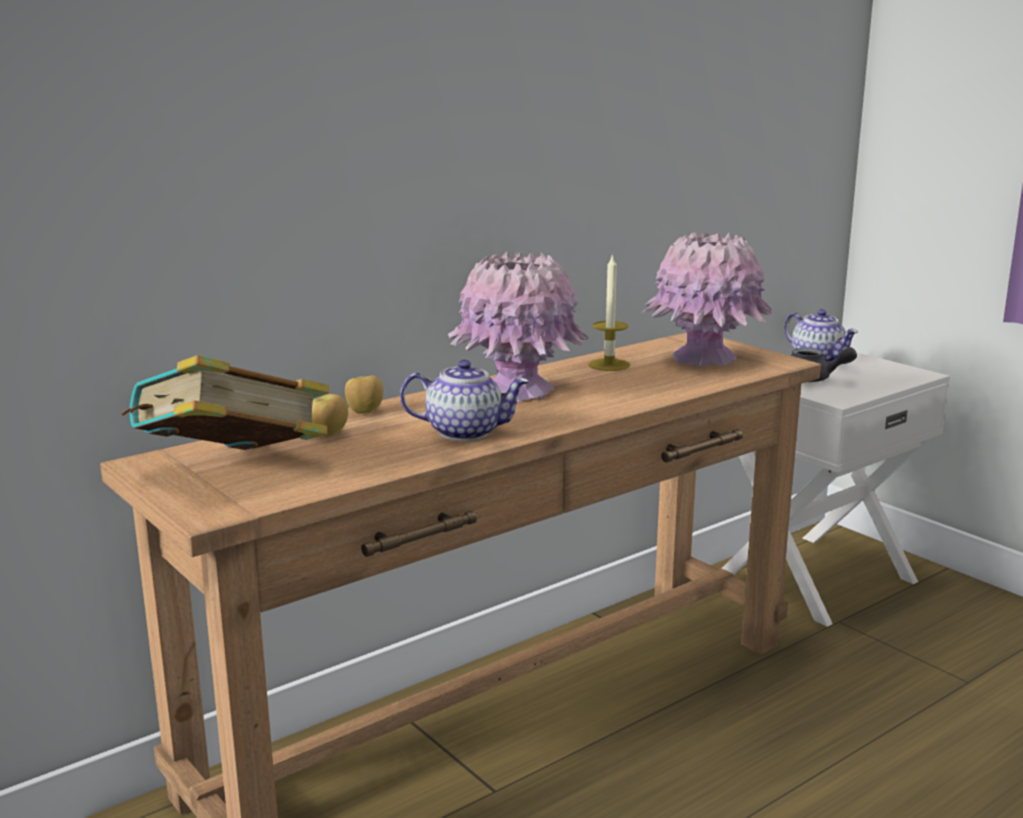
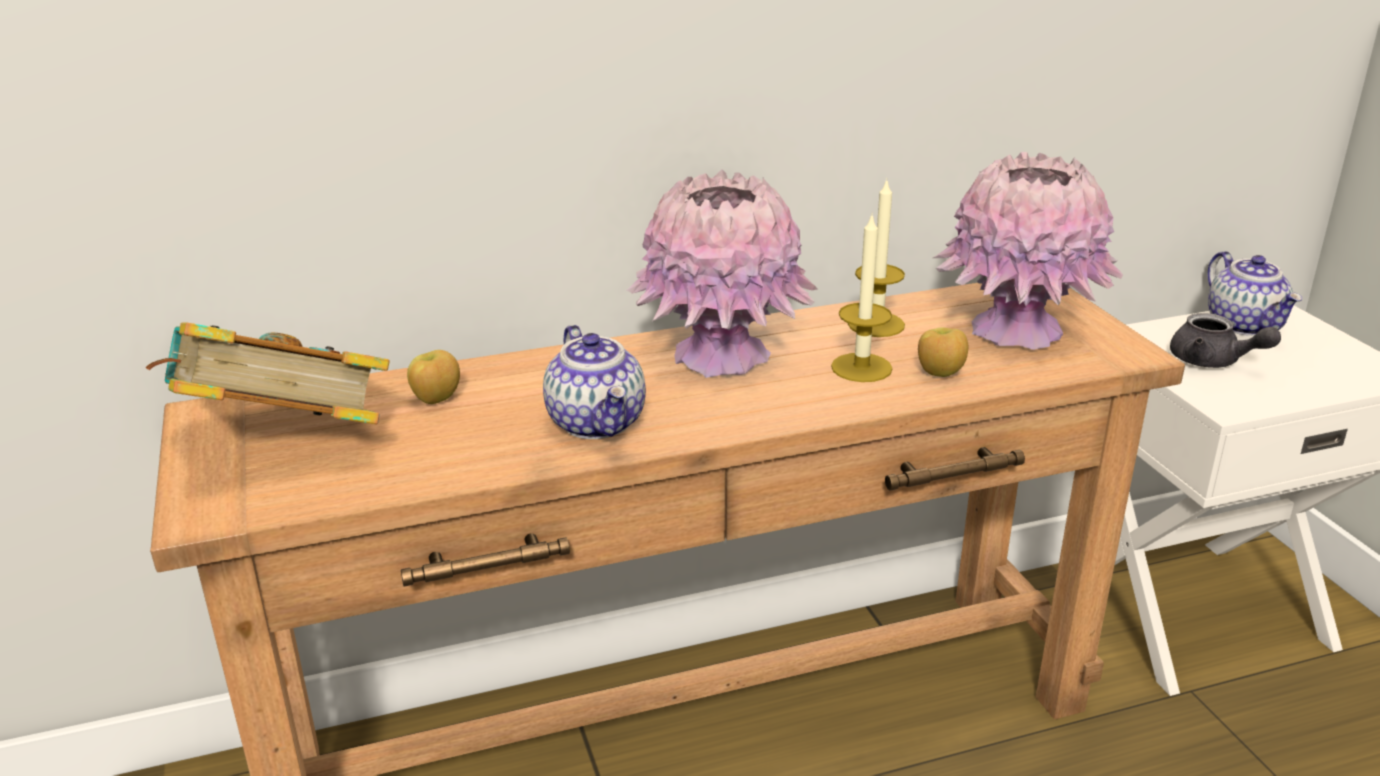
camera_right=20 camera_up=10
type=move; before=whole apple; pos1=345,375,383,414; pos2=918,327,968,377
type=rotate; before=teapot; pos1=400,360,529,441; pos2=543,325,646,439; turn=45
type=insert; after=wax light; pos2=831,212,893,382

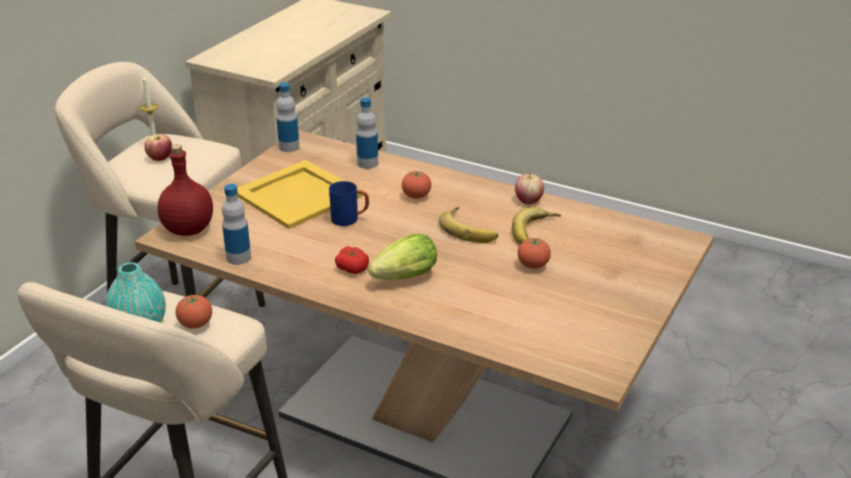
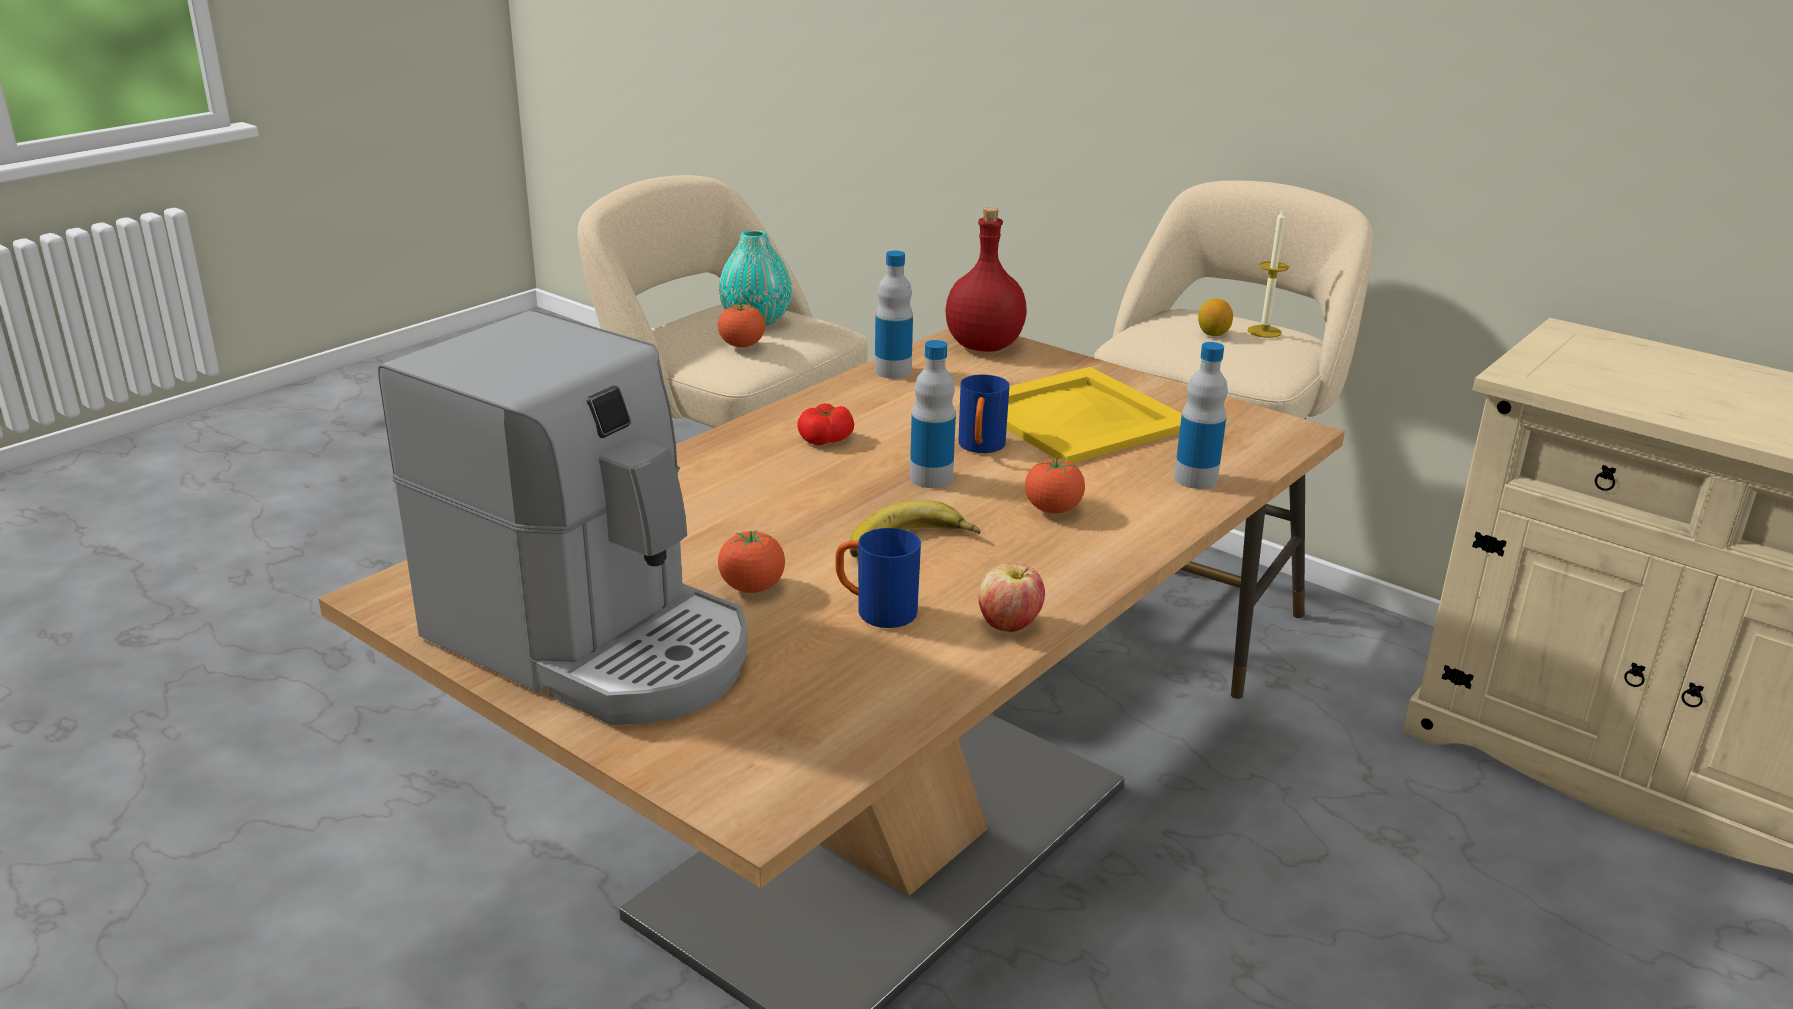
camera_right=100 camera_up=-5
type=replace; before=whole apple; after=whole lemon; pos1=144,134,172,161; pos2=1198,299,1233,336
type=move; before=drink bottle; pos1=276,82,299,152; pos2=910,340,956,488
type=delete; before=lettuce head; pos1=368,234,437,280
type=replace; before=banana; after=blue-coloured tea mug; pos1=512,207,561,245; pos2=835,528,921,628
type=insert; after=coffee machine; pos2=378,310,748,725

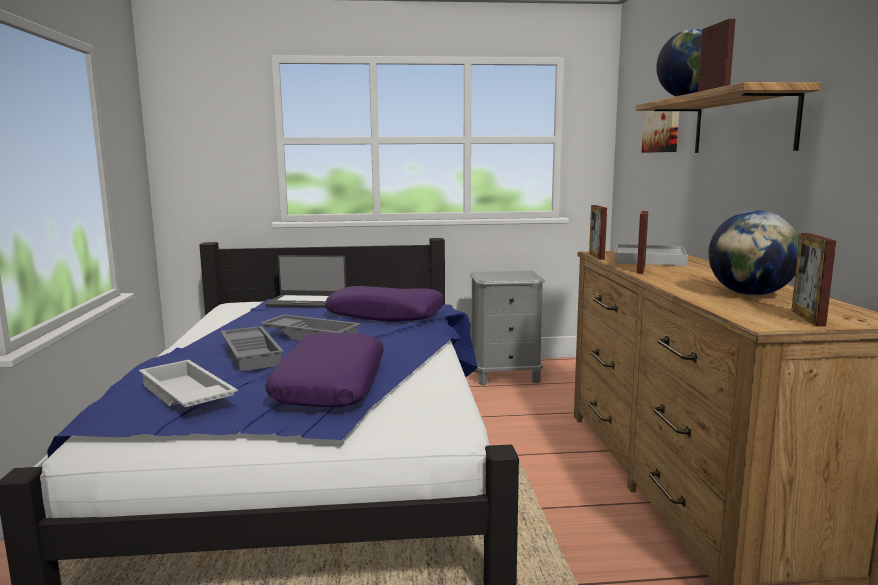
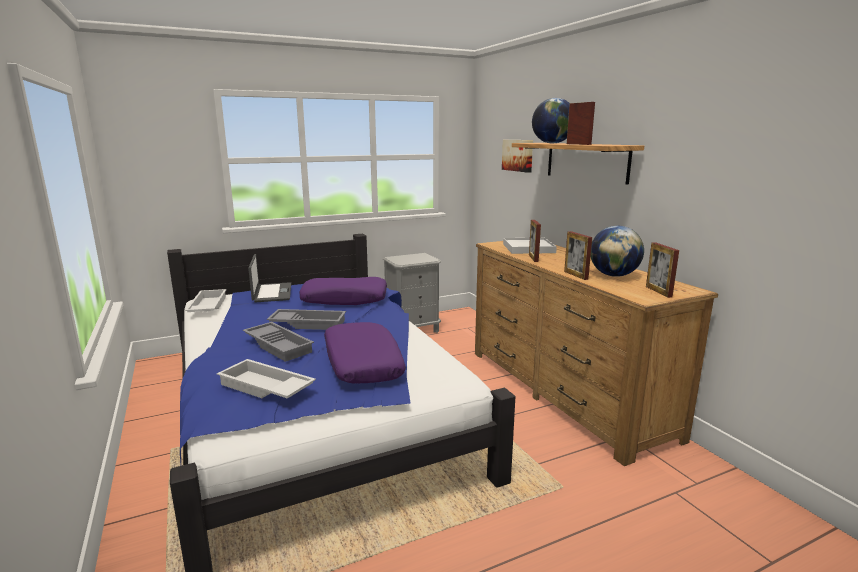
camera_right=-20 camera_up=5
type=rotate; before=laptop; pos1=265,255,346,308; pos2=248,254,291,302; turn=-90
type=move; before=standing frame; pos1=589,205,607,260; pos2=564,231,592,280
type=insert; after=white-coloured serving tray; pos2=185,289,226,312

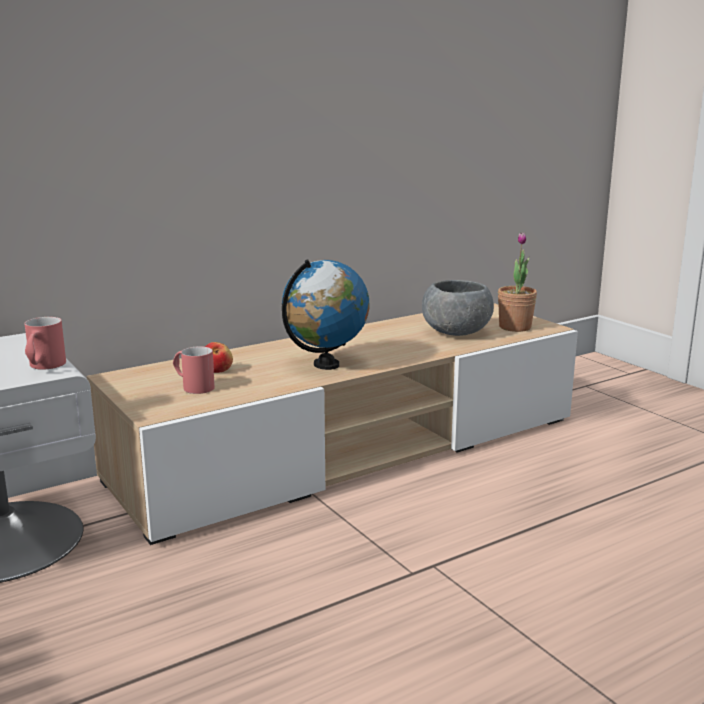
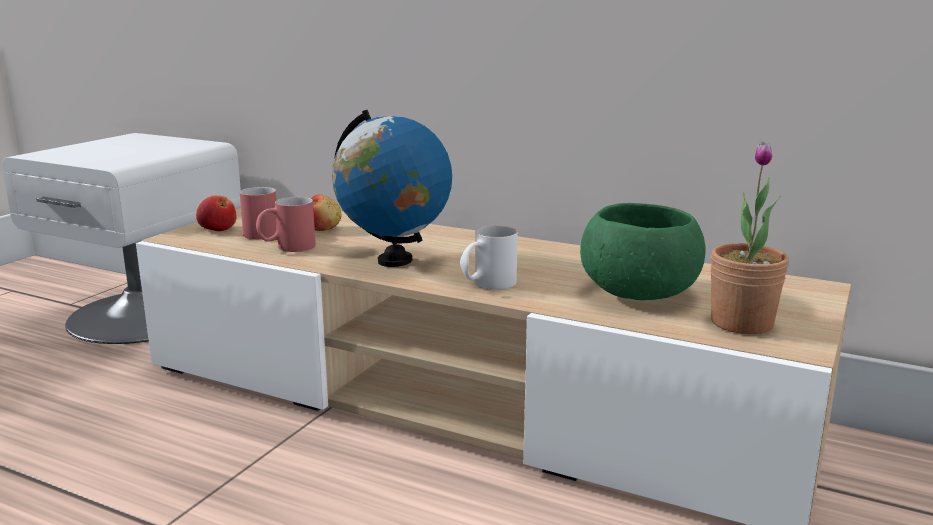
camera_right=60 camera_up=0
type=move; before=reddish tea mug; pos1=24,317,66,370; pos2=256,197,316,252
type=recolor; before=gray serving bowl; after=green-coloured serving bowl; pos1=422,280,494,336; pos2=580,203,706,300
type=insert; after=whole apple; pos2=196,195,237,231
type=insert; after=white-coloured tea mug; pos2=460,226,518,289

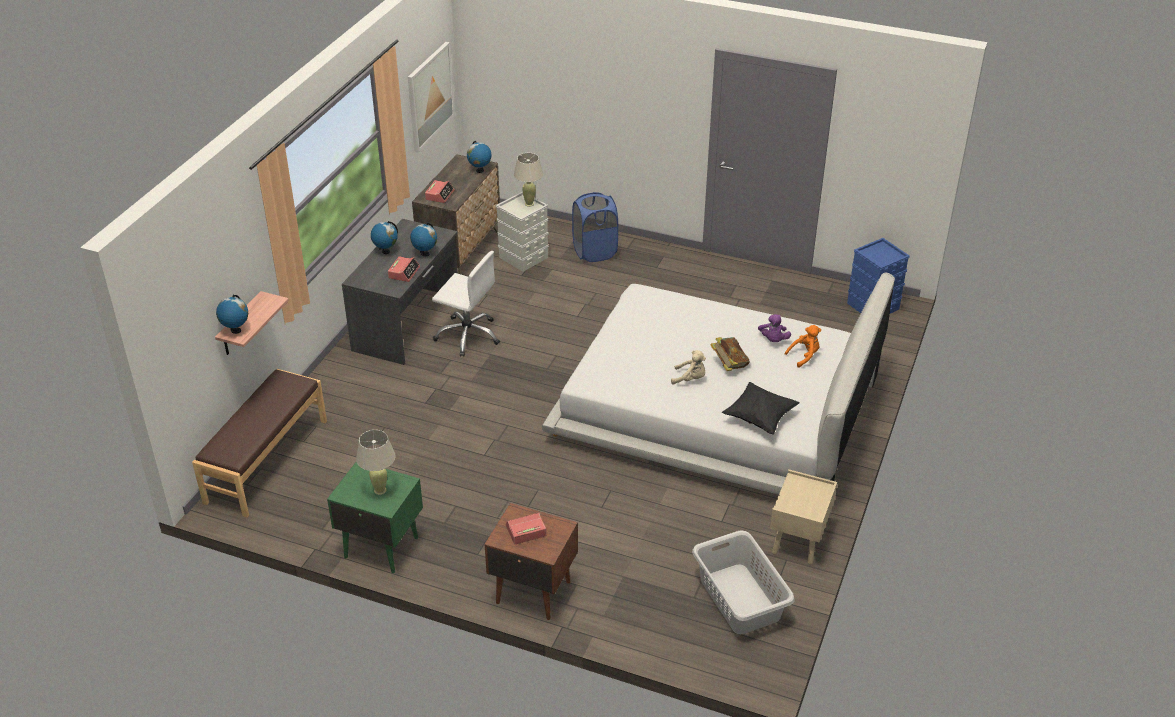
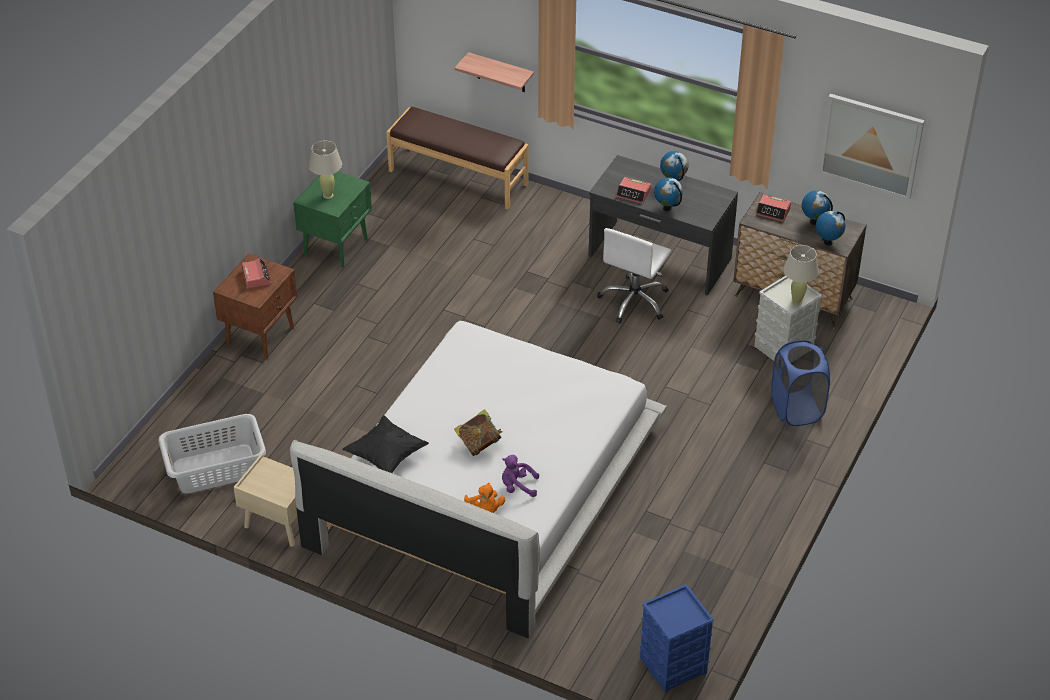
camera_right=95 camera_up=5
type=move; before=globe; pos1=216,295,248,334; pos2=802,191,833,225
type=delete; before=beige cuddly toy; pos1=671,350,706,384

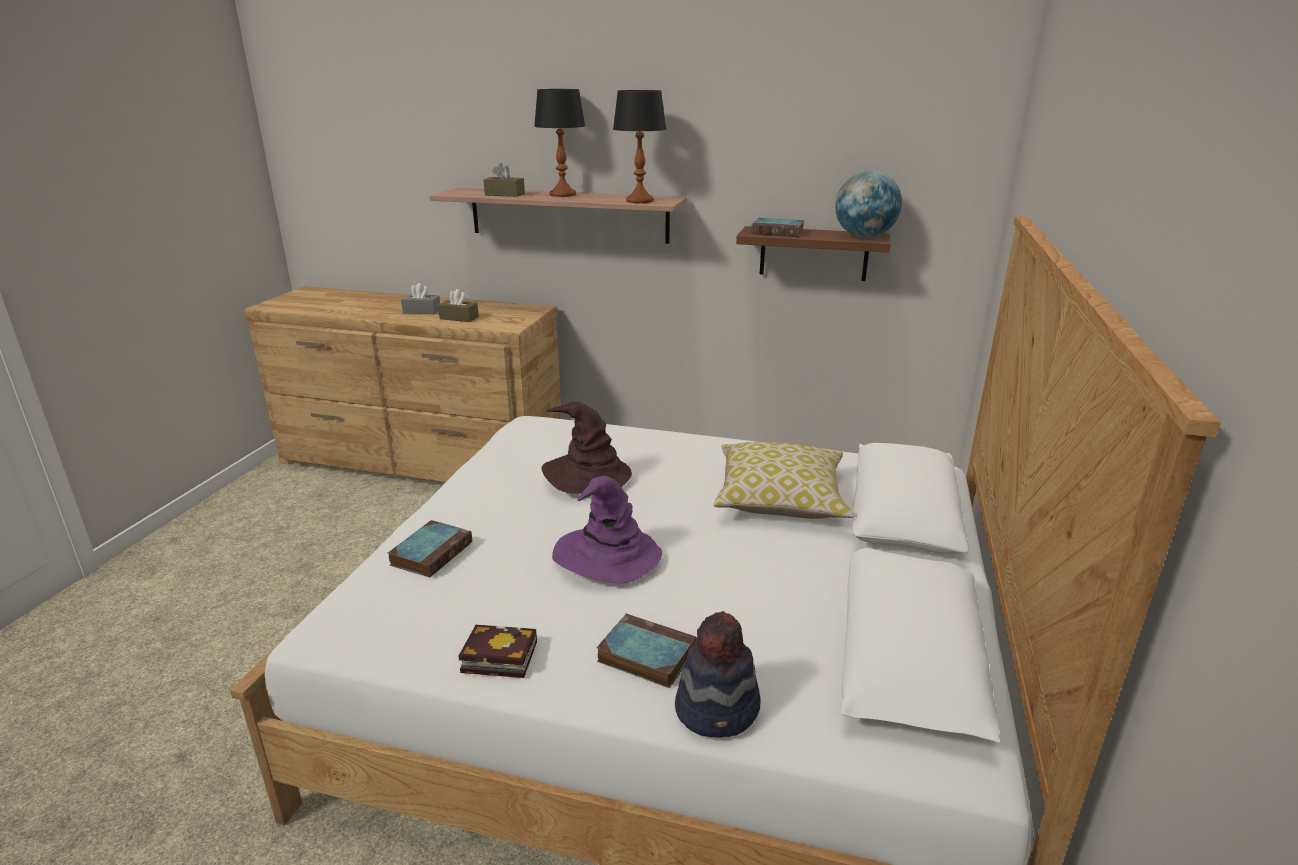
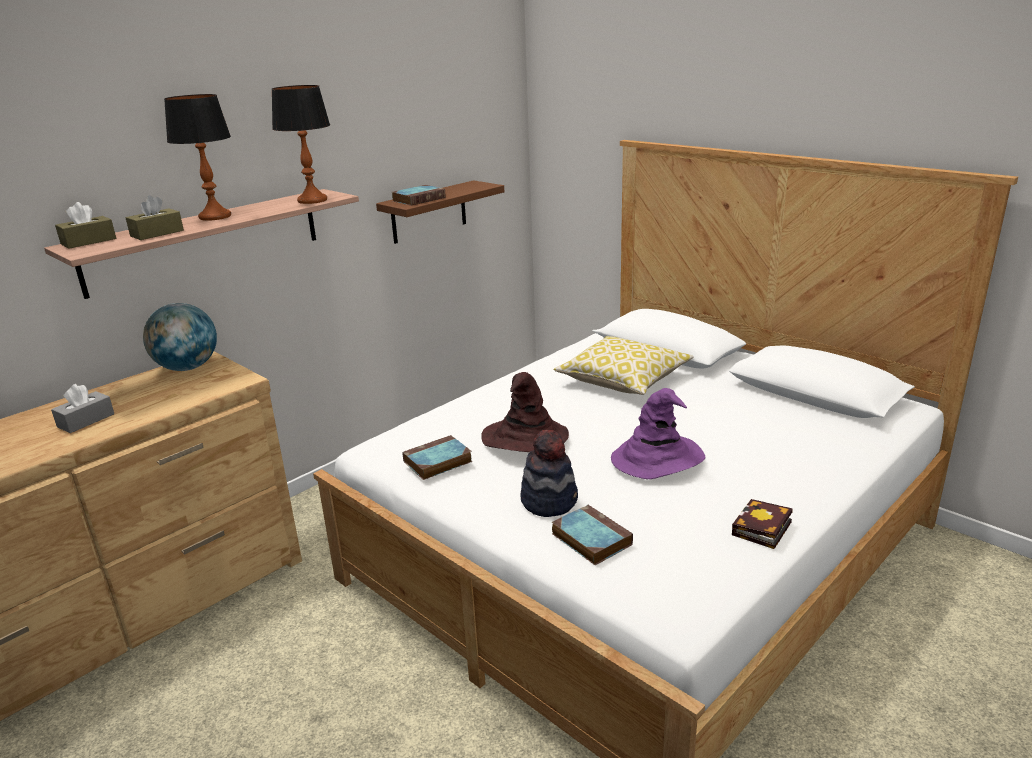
camera_right=-60 camera_up=0
type=move; before=brownish tissue box; pos1=438,289,479,322; pos2=55,202,116,249
type=move; before=bound book; pos1=597,614,696,688; pos2=402,435,473,480
type=move; before=hat; pos1=675,611,761,738; pos2=521,429,578,517
type=move; before=globe; pos1=835,171,902,238; pos2=143,303,217,371

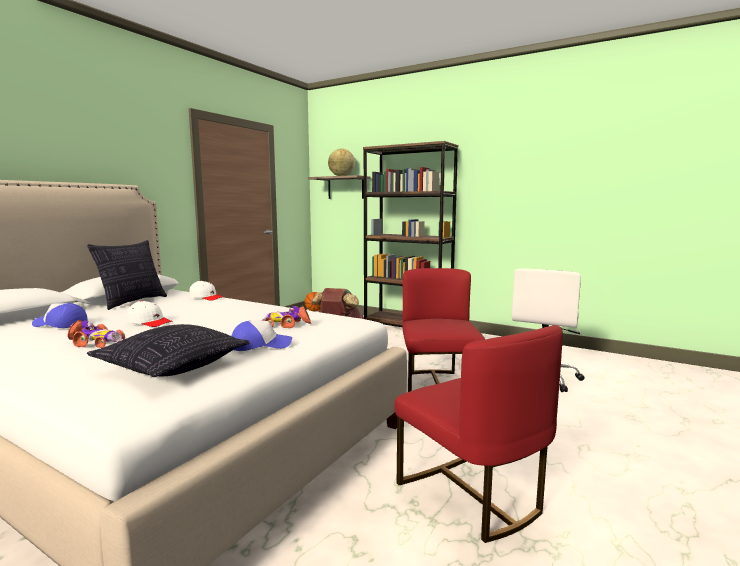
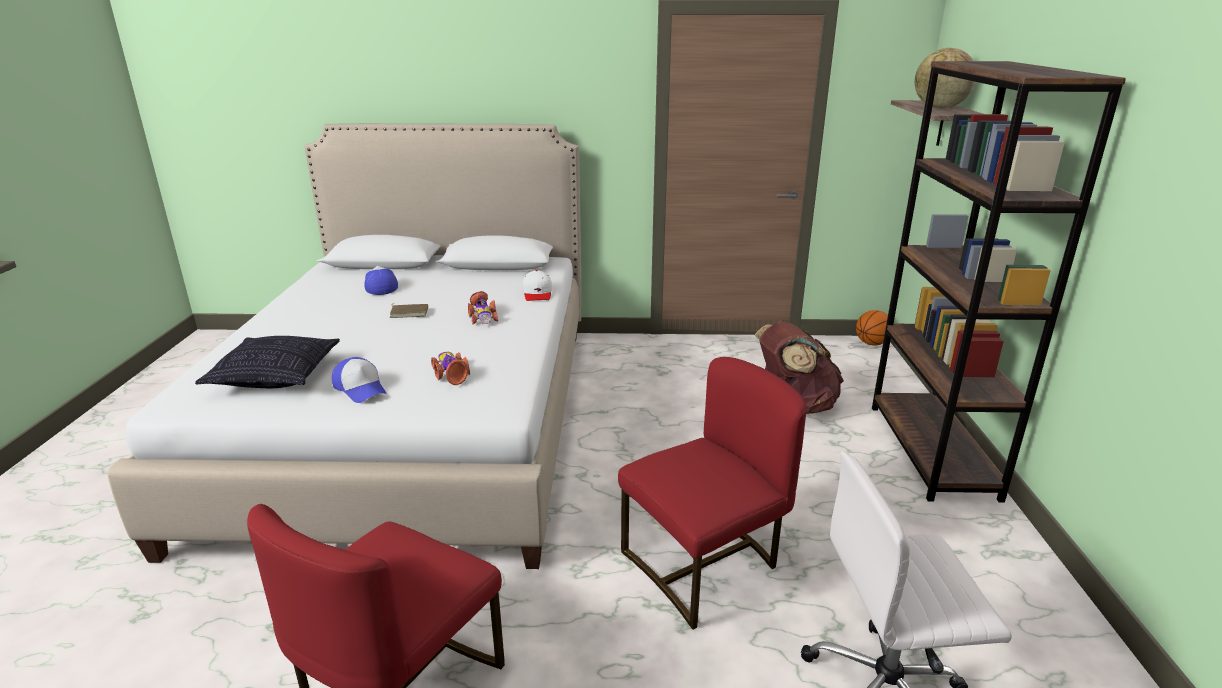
camera_right=60 camera_up=15
type=move; before=toy car; pos1=67,320,125,348; pos2=468,291,498,325
type=delete; before=throw pillow; pos1=87,240,167,310
type=replace; before=white-coloured baseball cap; after=brownish bound book; pos1=127,300,173,327; pos2=390,303,428,318

